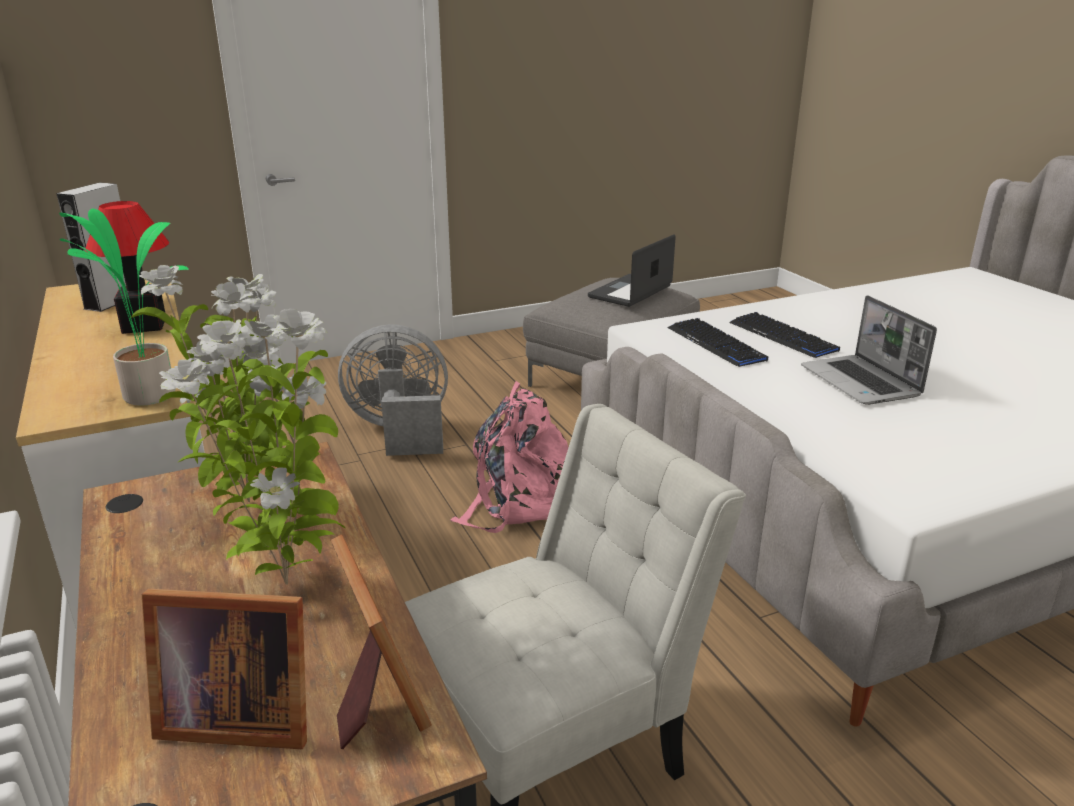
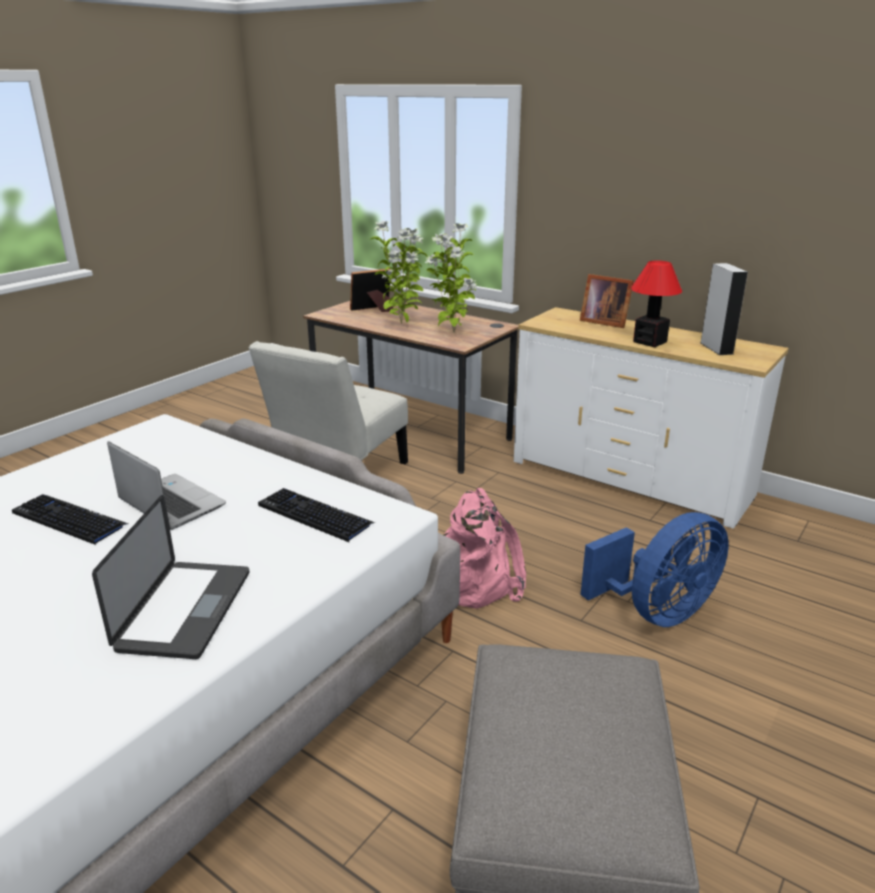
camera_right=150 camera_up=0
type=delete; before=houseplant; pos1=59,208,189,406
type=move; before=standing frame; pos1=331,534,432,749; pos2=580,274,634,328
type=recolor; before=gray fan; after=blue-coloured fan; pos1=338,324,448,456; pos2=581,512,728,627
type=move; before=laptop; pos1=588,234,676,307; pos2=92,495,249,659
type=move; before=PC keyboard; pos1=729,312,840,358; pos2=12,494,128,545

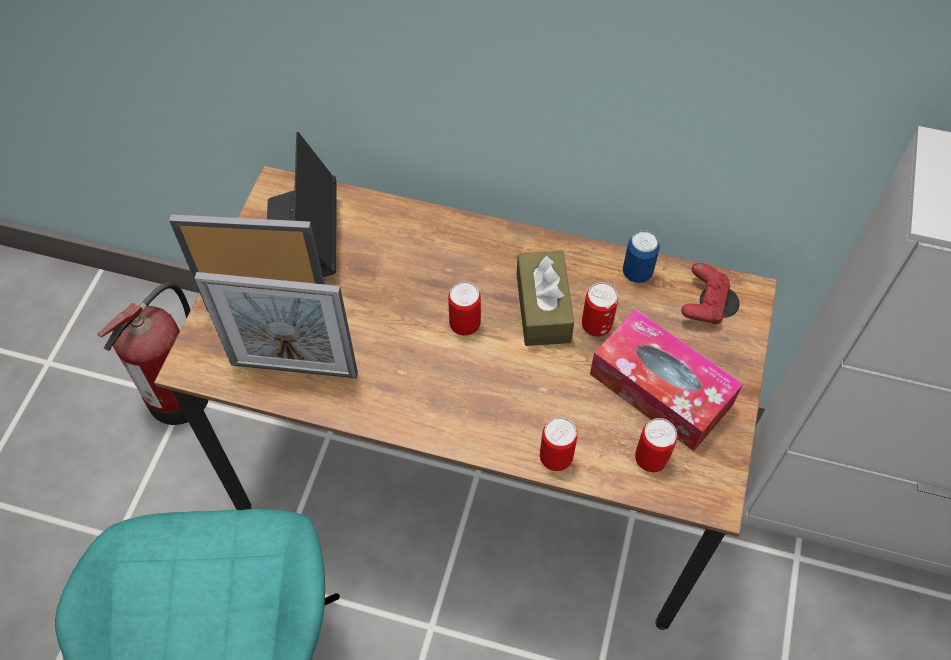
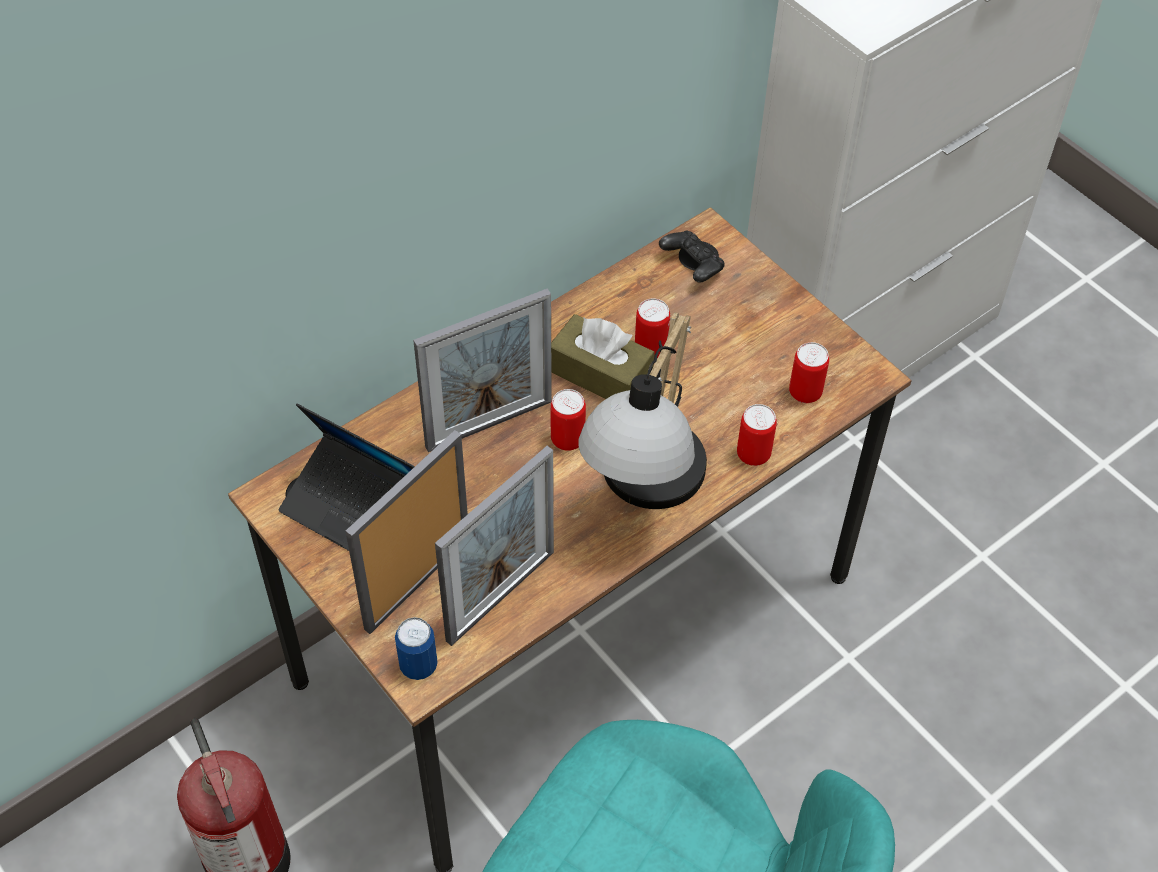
camera_right=-55 camera_up=-5
type=delete; before=tissue box; pos1=590,309,743,451
type=move; before=metal can; pos1=623,230,660,283; pos2=395,617,438,680
type=recolor; before=reddish gamepad; after=blackish gamepad; pos1=681,263,730,324; pos2=659,231,725,283
type=insert; after=standing frame; pos2=413,288,552,452
type=insert; after=lamp for a table; pos2=578,312,707,509

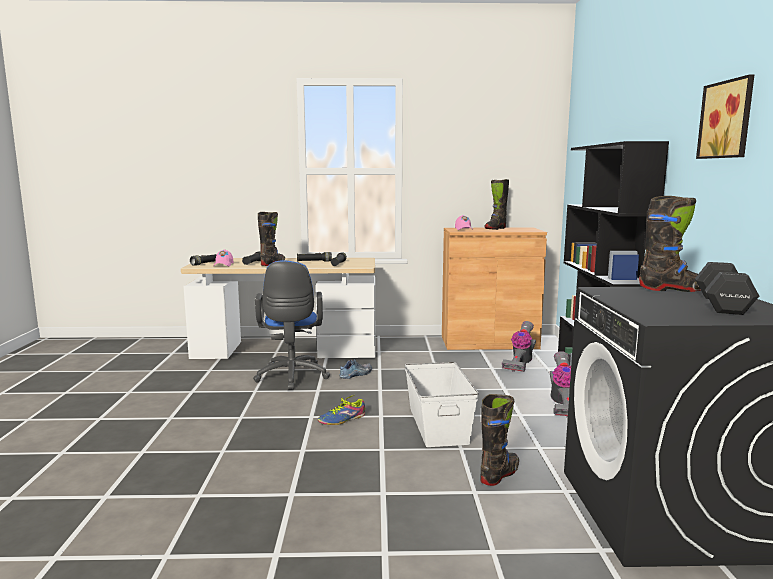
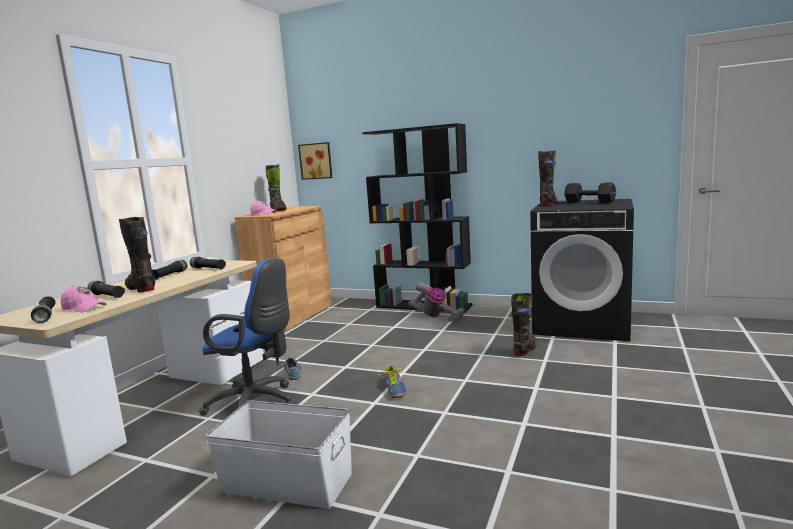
camera_right=-65 camera_up=0
type=move; before=white-coloured storage container; pos1=405,362,479,447; pos2=206,400,352,509
type=rotate; before=blackish tall boot; pos1=480,394,519,486; pos2=511,293,537,356; turn=60
type=delete; before=vacuum cleaner; pos1=502,321,536,372
type=move; before=wall picture; pos1=696,74,755,159; pos2=298,142,332,180

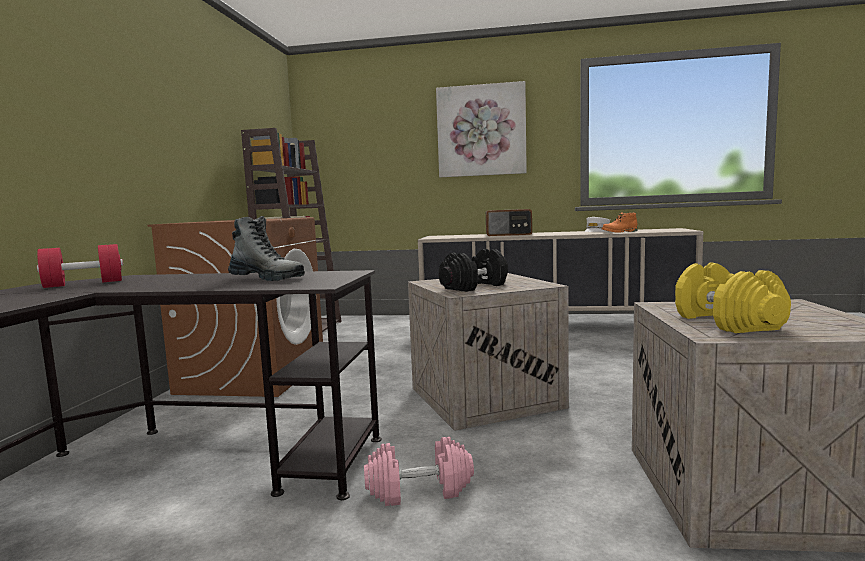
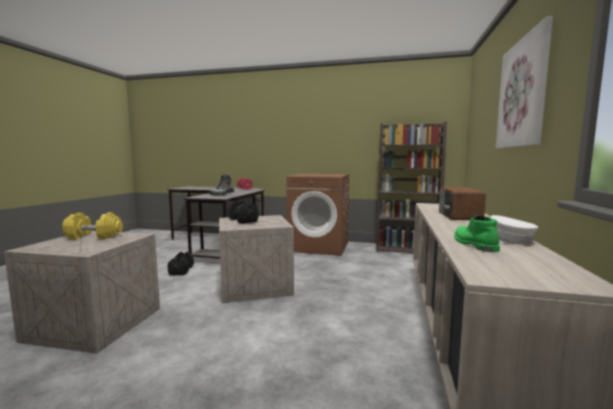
camera_right=95 camera_up=0
type=recolor; before=pinkish free weight; after=blackish free weight; pos1=364,437,474,506; pos2=168,252,194,275
type=recolor; before=orange tall boot; after=green-coloured tall boot; pos1=602,212,638,233; pos2=454,215,500,252

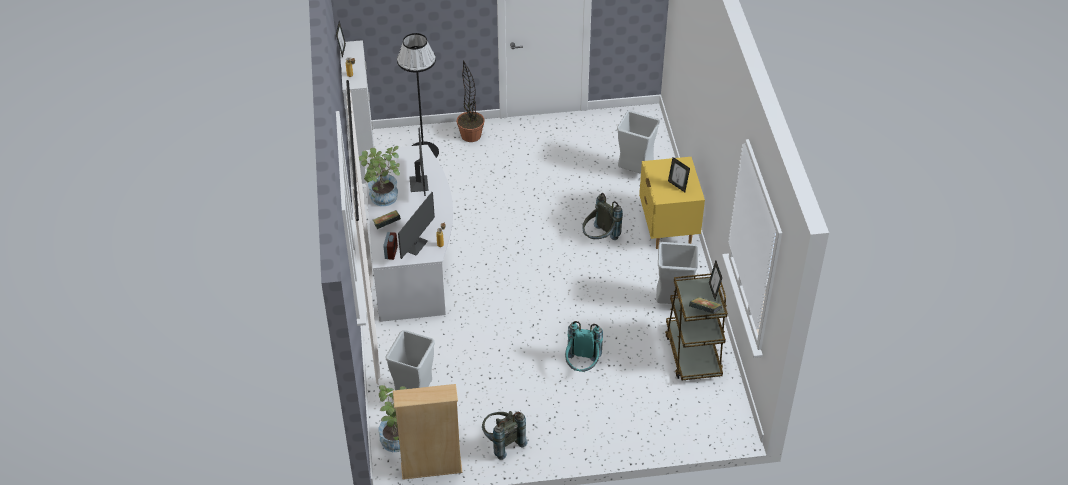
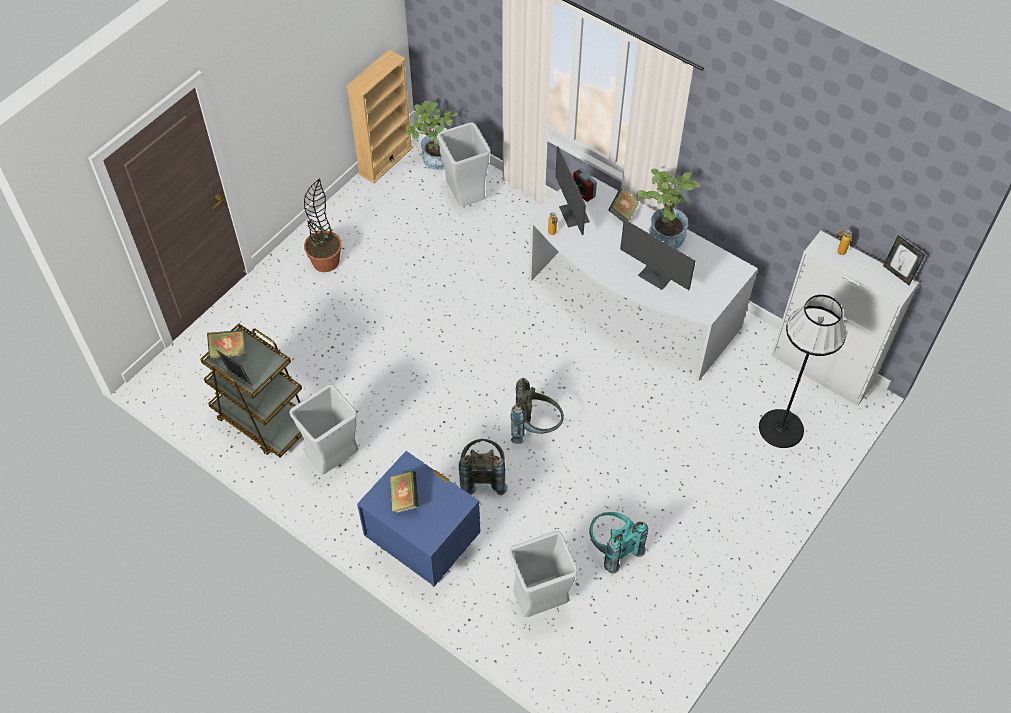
camera_right=135 camera_up=10
type=move; before=houseplant; pos1=457,60,485,142; pos2=304,178,342,272
type=move; before=gray knapsack; pos1=482,411,528,460; pos2=511,378,564,444
type=move; before=turquoise-coloured knapsack; pos1=565,321,603,372; pos2=589,512,648,574
type=recolor; before=yellow night table; after=blue-coloured night table; pos1=639,157,705,249; pos2=357,451,480,587
type=replace; before=standing frame; after=bound book; pos1=668,157,690,192; pos2=390,471,419,513

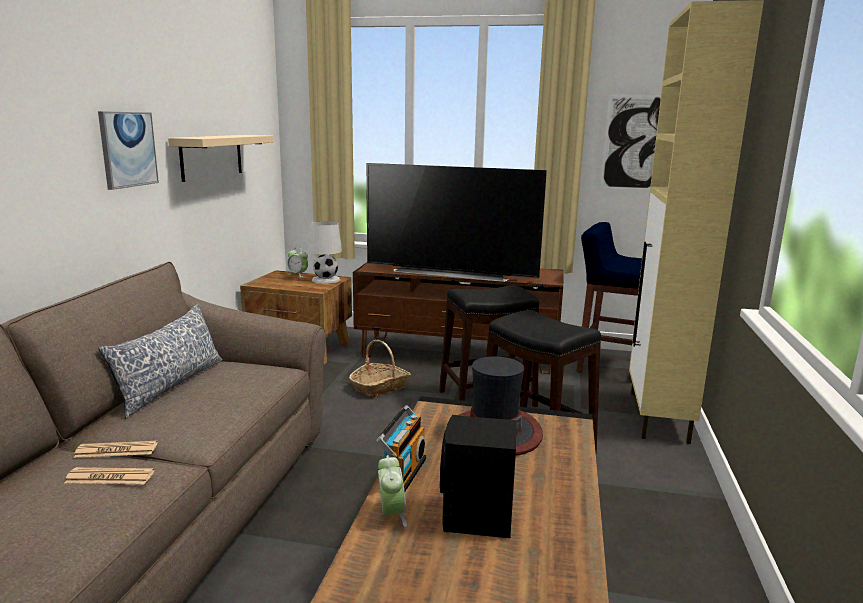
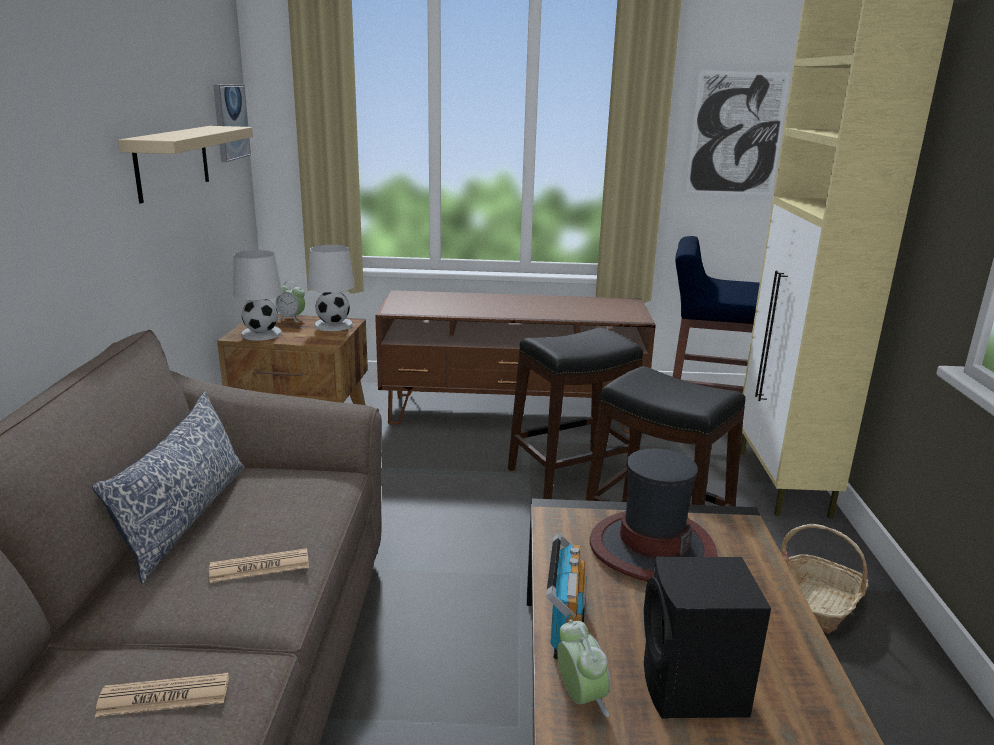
camera_right=-10 camera_up=5
type=move; before=daily paper; pos1=74,441,157,458; pos2=209,548,309,583
type=move; before=wall picture; pos1=98,111,159,190; pos2=213,84,251,162
type=move; before=household basket; pos1=349,340,411,398; pos2=781,524,869,634
type=delete; before=television; pos1=366,163,547,282
type=insert; after=white-coloured lamp for a table; pos2=233,250,283,341

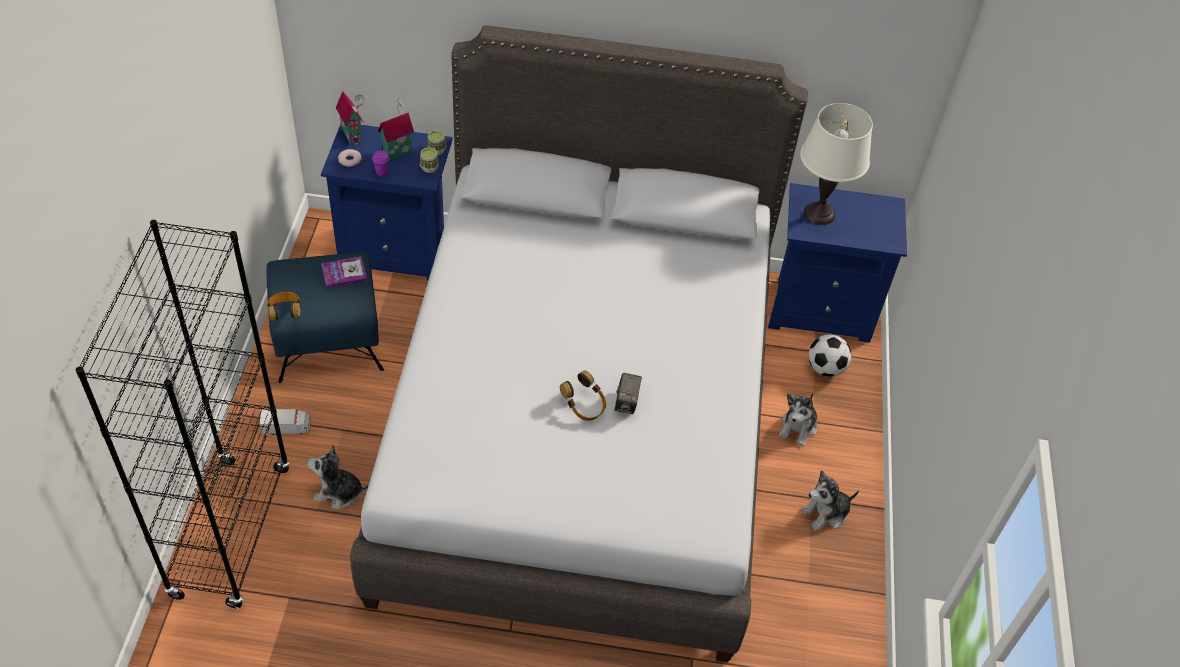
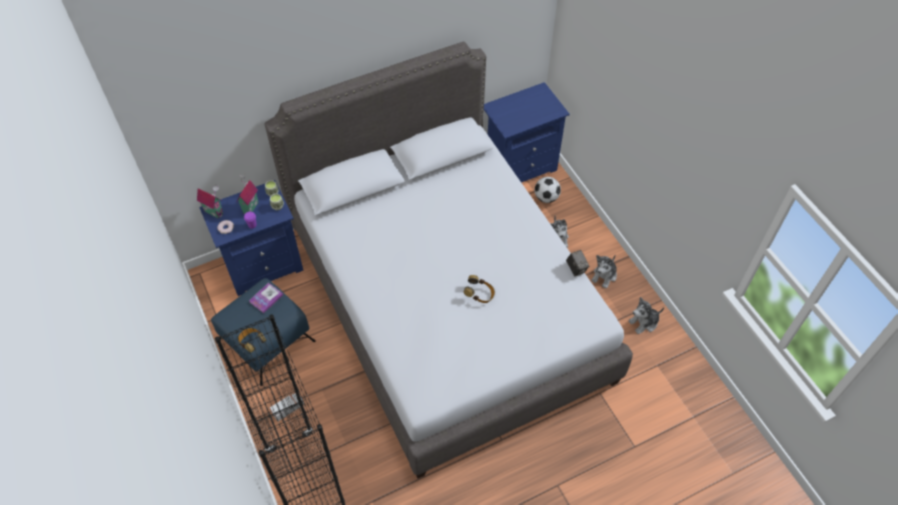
camera_right=-30 camera_up=5
type=move; before=cuddly toy; pos1=308,445,369,509; pos2=628,297,664,334
type=move; before=photo camera; pos1=615,373,642,414; pos2=566,250,589,276
type=delete; before=white-coloured lamp for a table; pos1=800,103,873,225

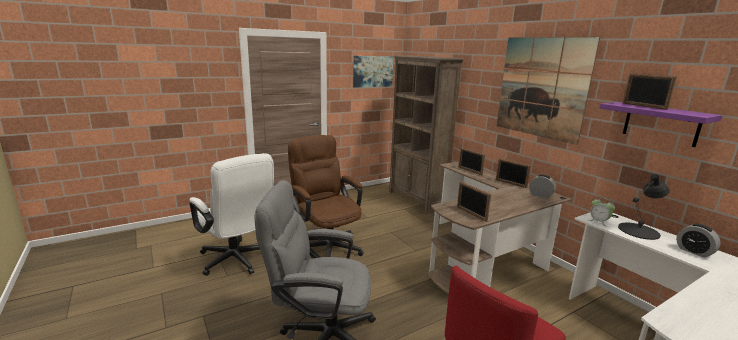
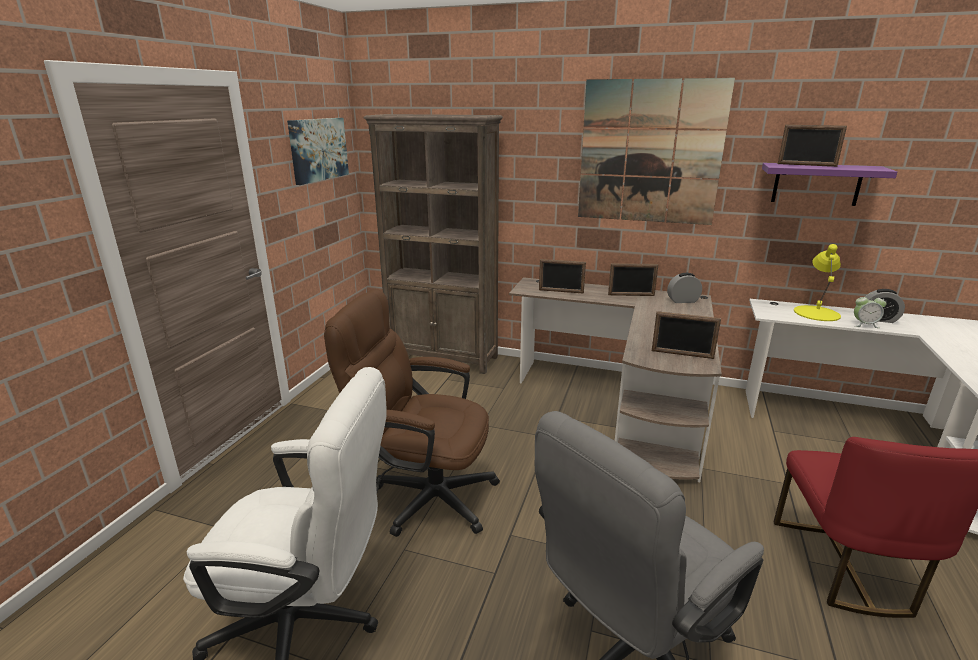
camera_right=-40 camera_up=5
type=move; before=table clock; pos1=589,198,615,226; pos2=854,293,887,328
type=recolor; before=blackish lamp for a table; after=yellow lamp for a table; pos1=618,174,670,240; pos2=794,244,841,321

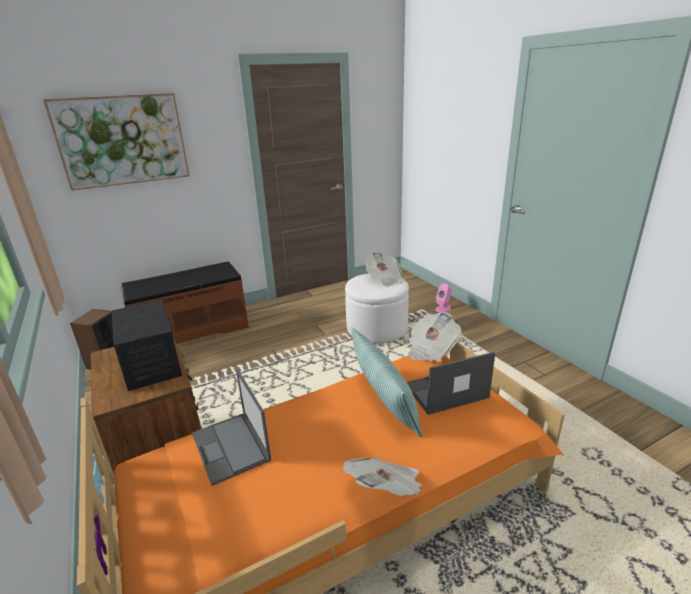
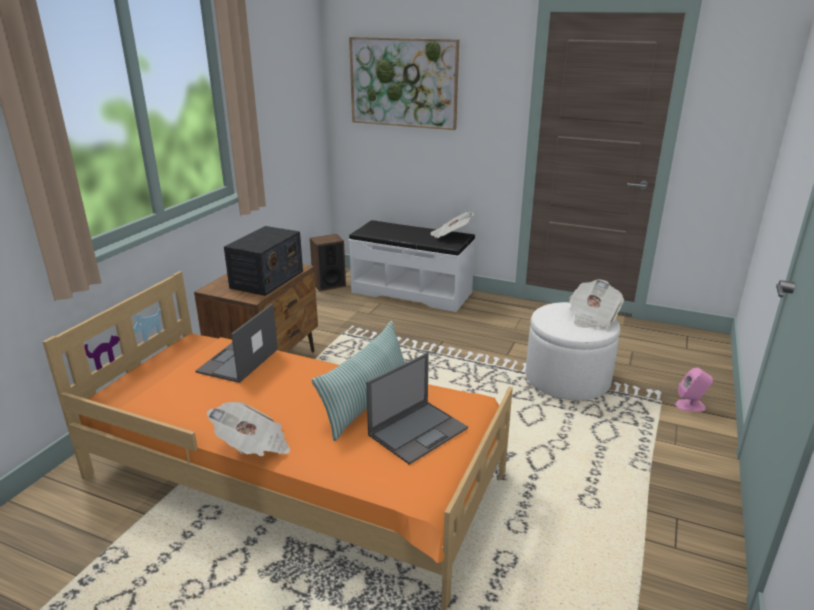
camera_right=50 camera_up=0
type=recolor; before=brownish indoor bench; after=white-coloured indoor bench; pos1=121,261,249,344; pos2=348,220,475,312
type=rotate; before=laptop; pos1=407,352,495,415; pos2=366,353,468,465; turn=105
type=move; before=daily paper; pos1=408,312,462,362; pos2=430,212,474,239

